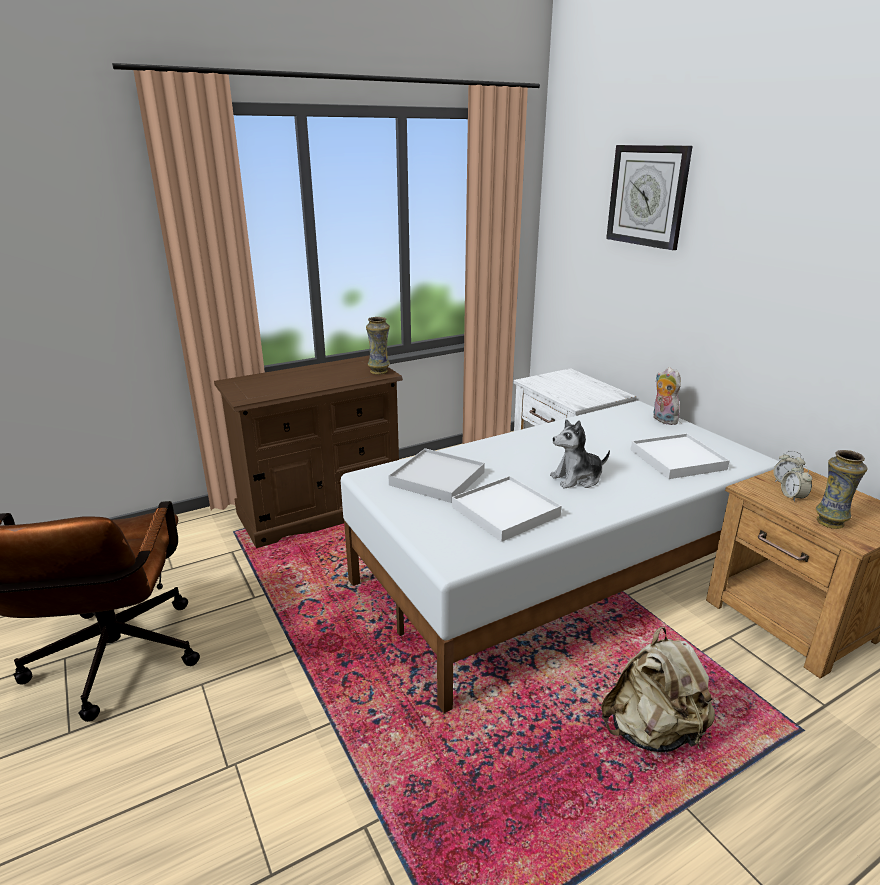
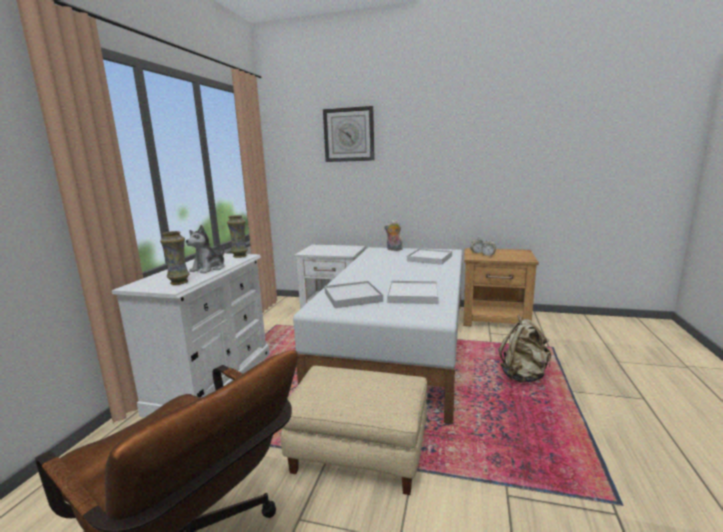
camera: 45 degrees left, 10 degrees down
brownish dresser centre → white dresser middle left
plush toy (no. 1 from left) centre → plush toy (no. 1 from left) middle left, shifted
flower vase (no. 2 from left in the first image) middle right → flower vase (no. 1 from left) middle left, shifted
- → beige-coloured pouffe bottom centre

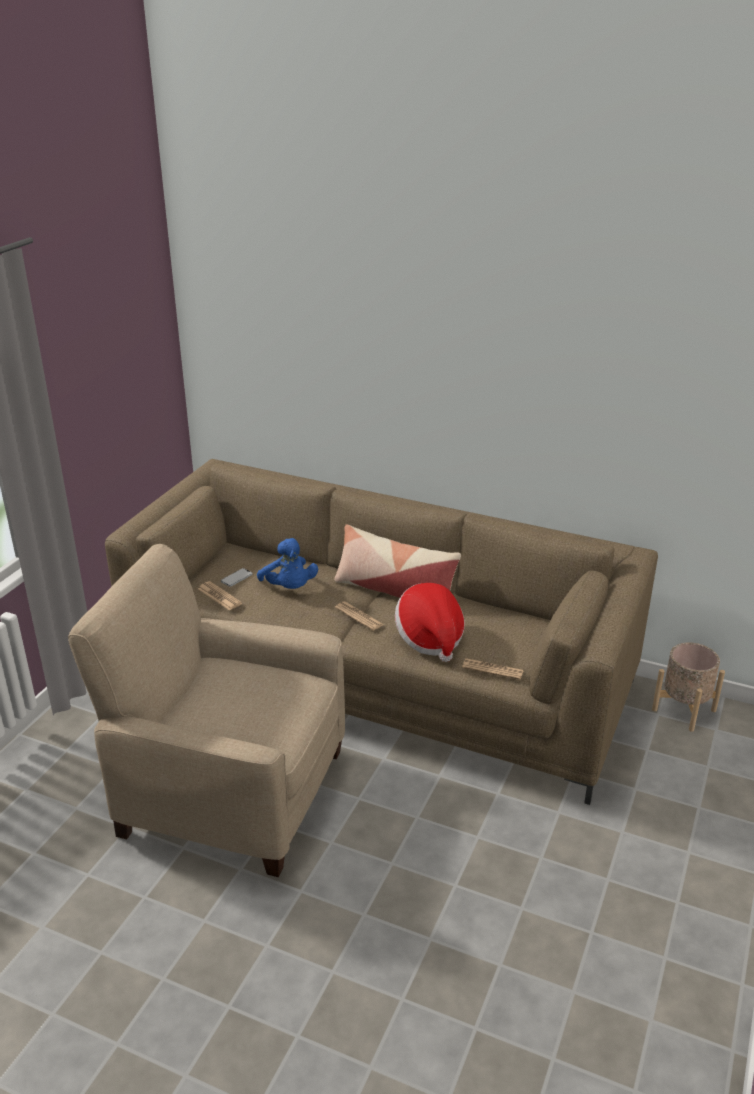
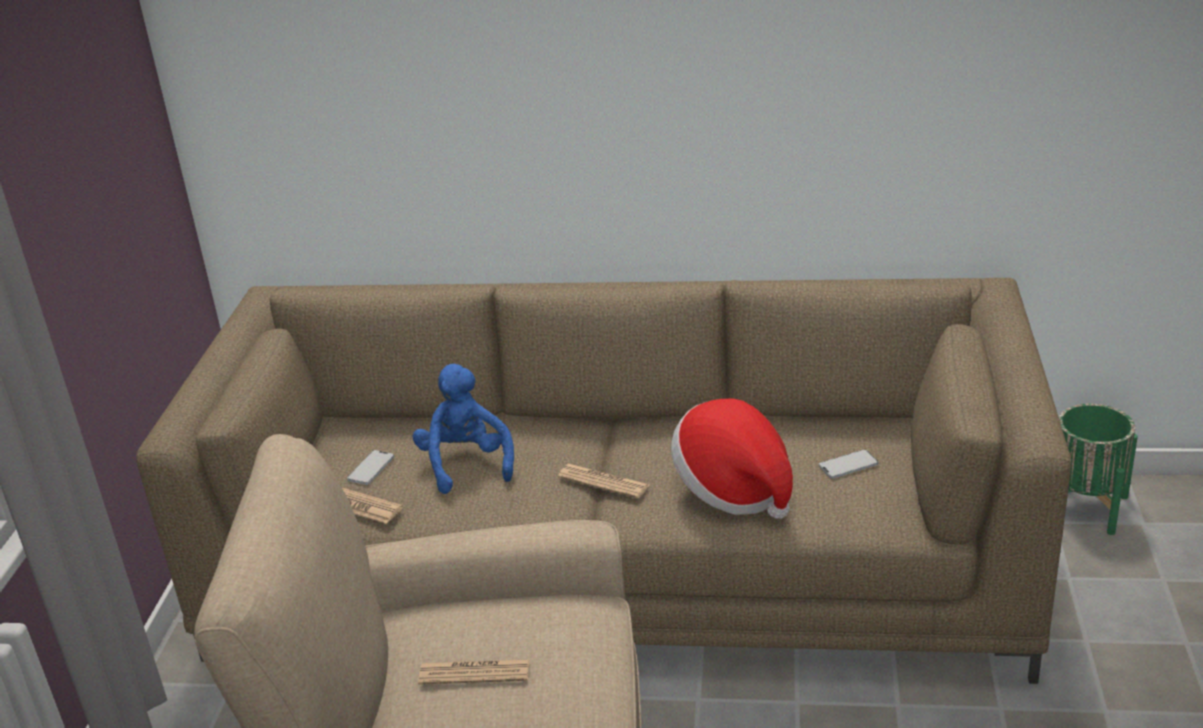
camera: 15 degrees left, 0 degrees up
throw pillow centre → -
blue-coloured plush toy centre, 150 degrees counterclockwise
beige-coloured flower pot middle right → green-coloured flower pot middle right
daily paper (no. 3 from left in the first image) centre → daily paper (no. 2 from left) bottom centre, shifted
- → telephone (no. 2 from left) middle right

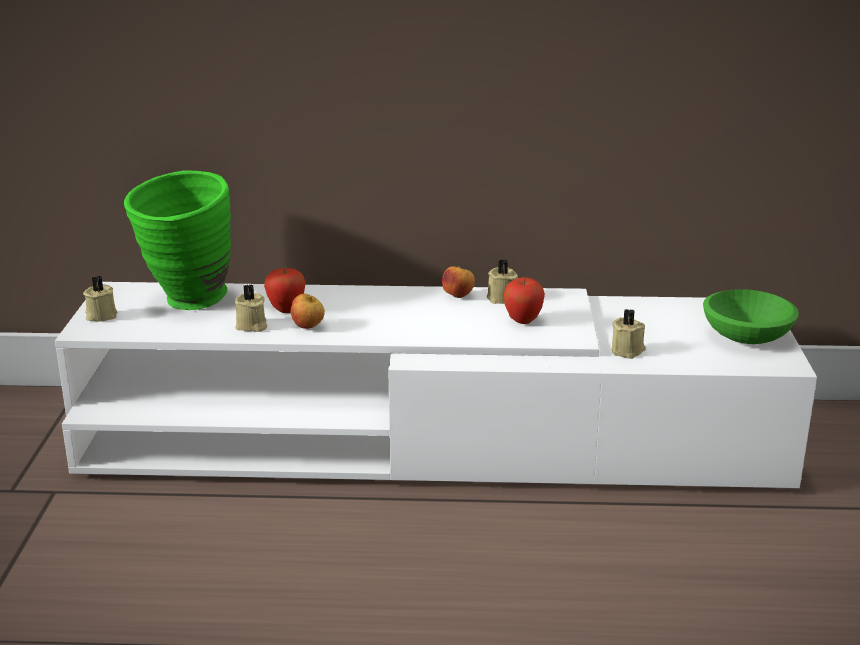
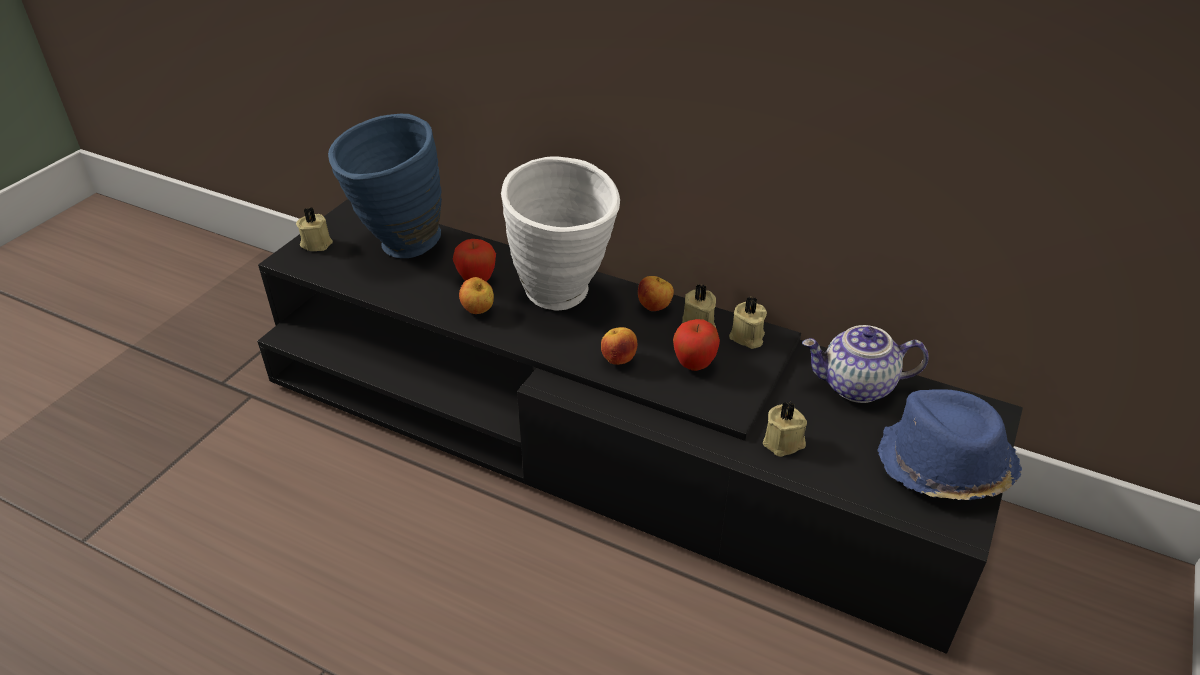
camera: 25 degrees right, 15 degrees up
green-coloured flower vase middle left → blue-coloured flower vase top left
white tv stand centre → black tv stand centre
beige-coloured candle (no. 2 from left in the first image) middle left → beige-coloured candle (no. 3 from left) centre, shifted
green-coloured serving bowl middle right → blue-coloured clothing hat middle right
- → white flower vase centre
- → tea pot middle right
- → whole apple (no. 3 from left) centre

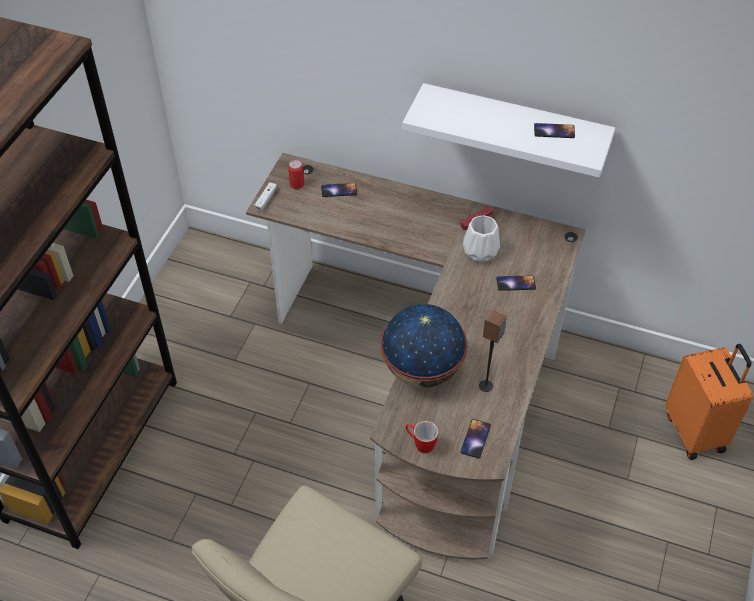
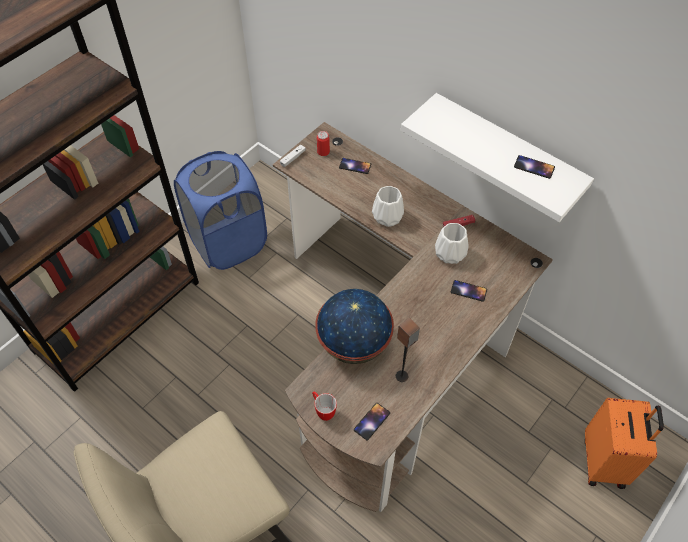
camera: 20 degrees right, 5 degrees up
- → blue-coloured hamper middle left
- → white flower vase (no. 1 from left) centre

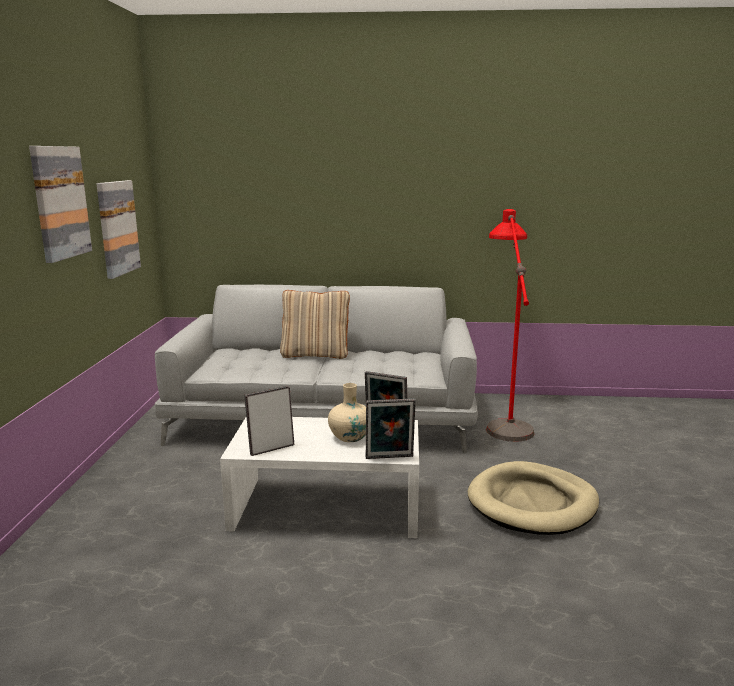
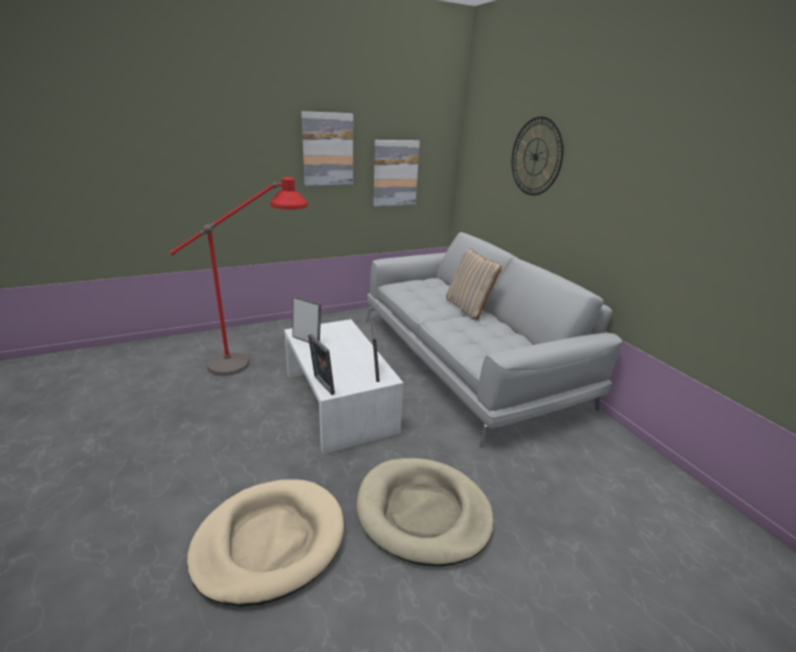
camera: 60 degrees right, 10 degrees up
red standing lamp middle right → red standing lamp middle left, shifted
beige-coloured flower vase centre → -
- → hanging clock top right
- → beige-coloured dog bed (no. 1 from left) bottom left

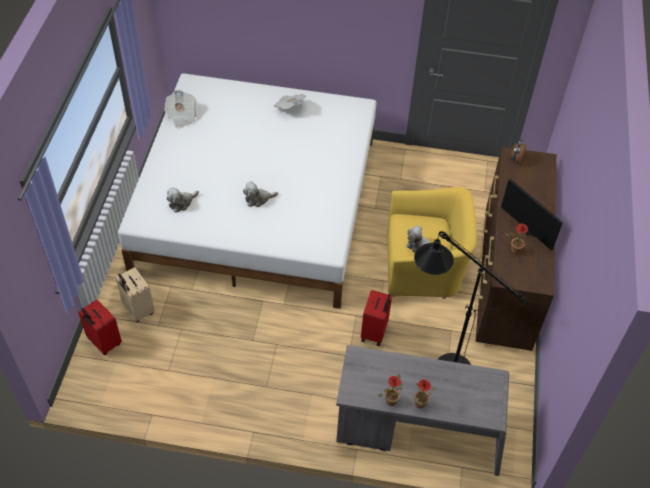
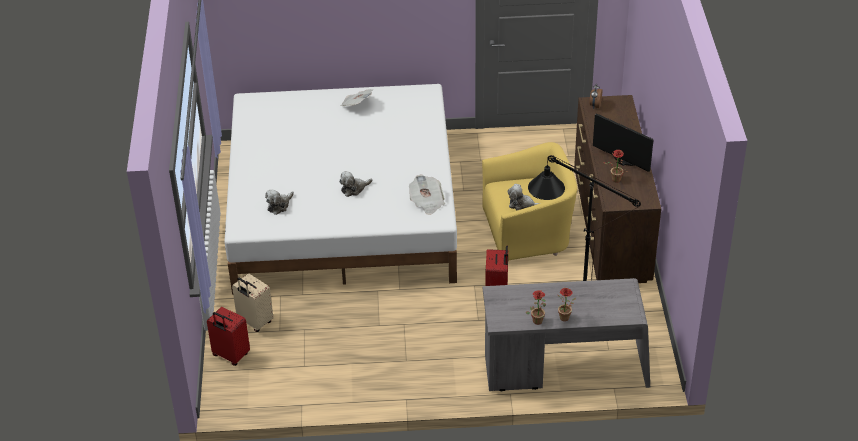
camera: 10 degrees left, 10 degrees down
daily paper (no. 1 from left in the first image) top left → daily paper (no. 2 from left) centre, shifted

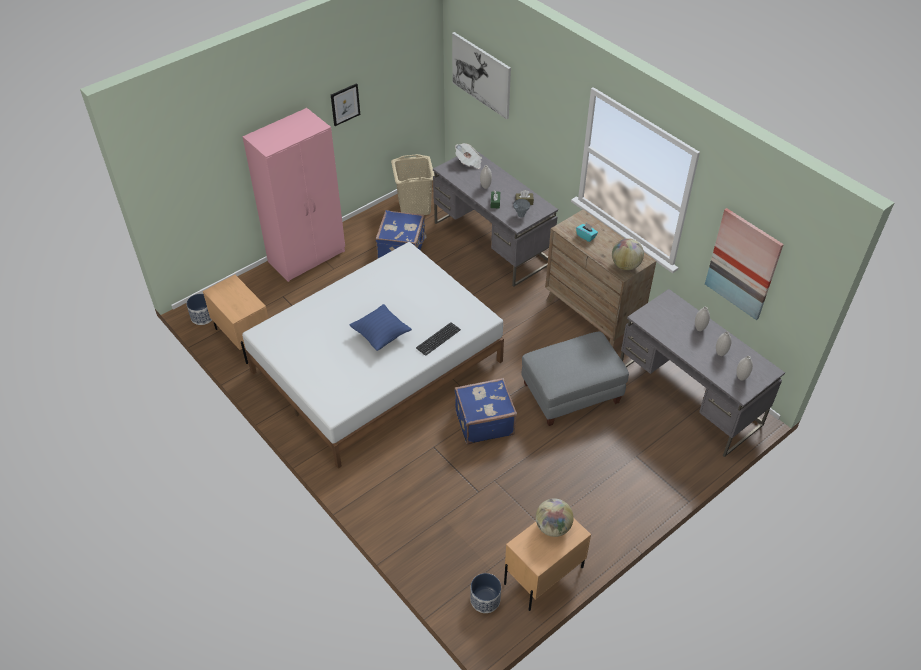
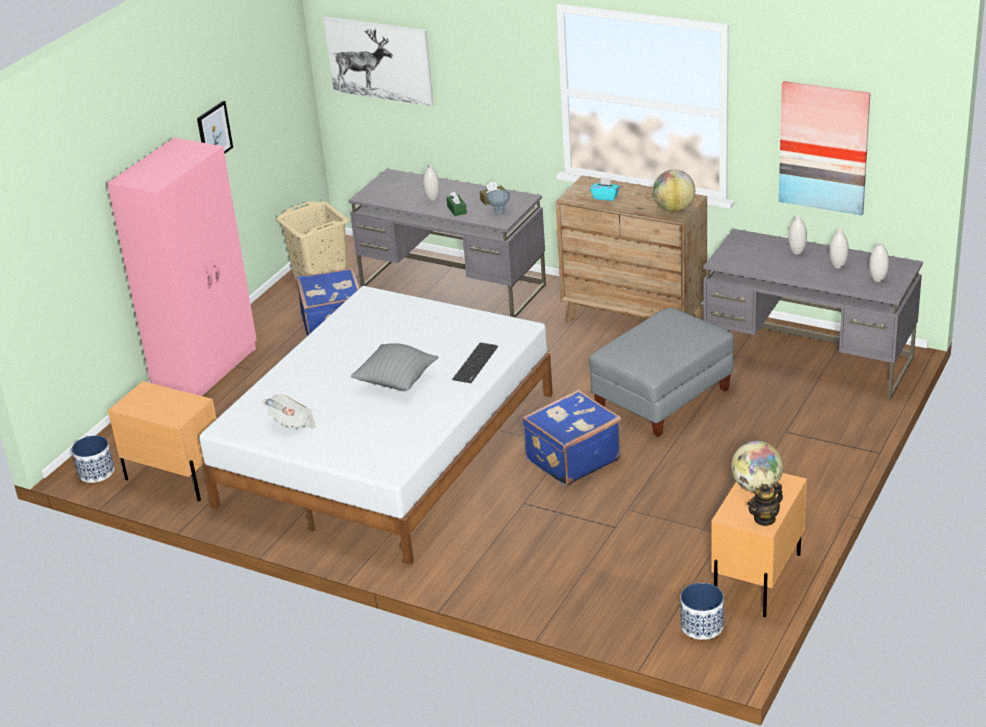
camera: 20 degrees left, 15 degrees down
daily paper top centre → daily paper middle left, shifted
blue-coloured throw pillow centre → gray throw pillow centre
- → tea pot bottom right

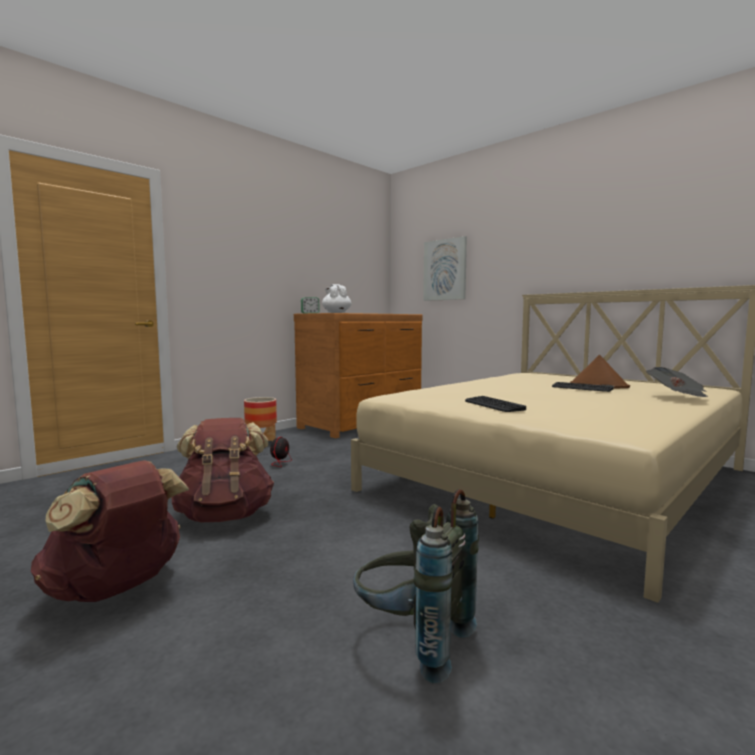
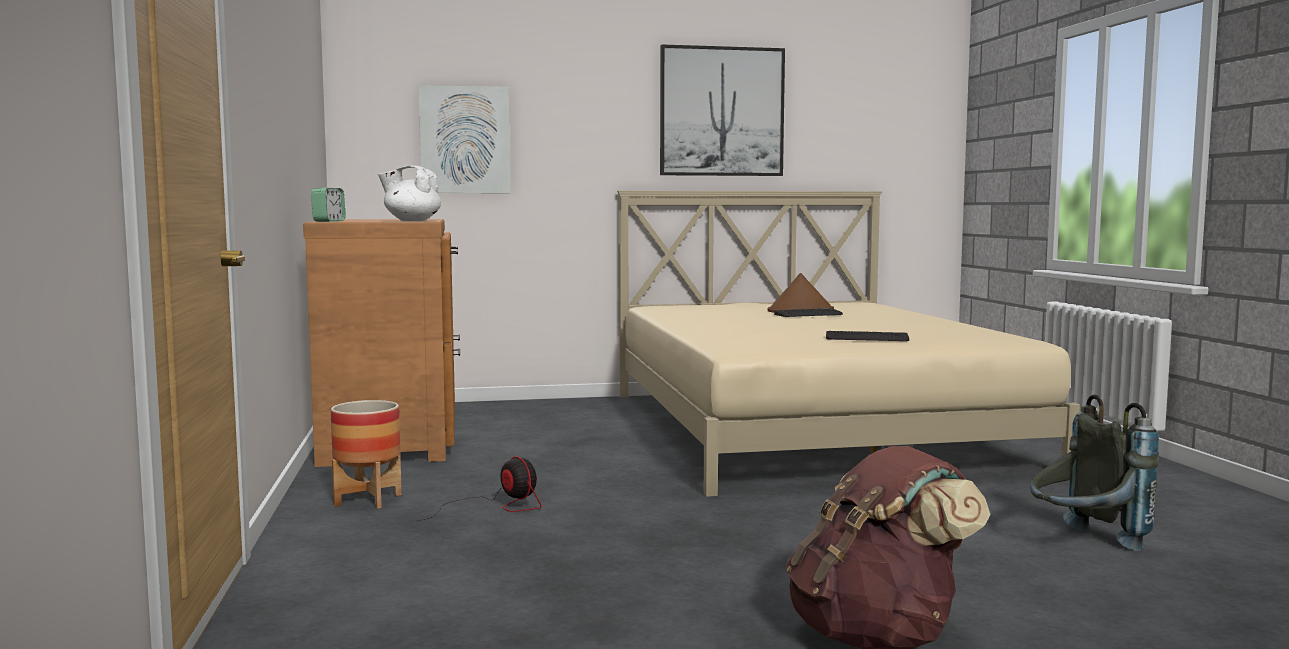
camera: 55 degrees left, 0 degrees up
daily paper middle right → -
brownish rucksack (no. 2 from left) middle left → -
- → wall art (no. 2 from left) top centre

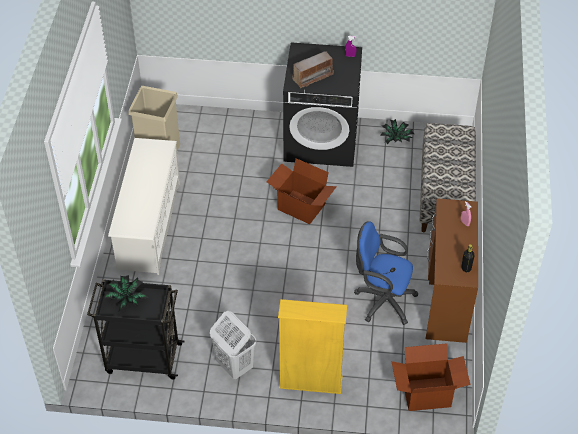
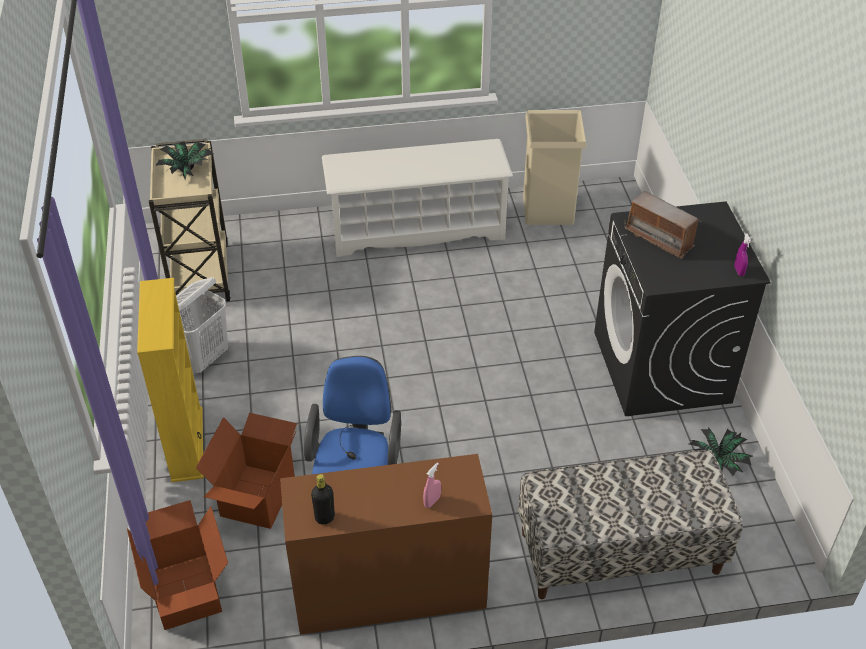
camera: 75 degrees right, 5 degrees down
packing box (no. 1 from left in the first image) centre → packing box (no. 2 from left) bottom left, shifted
black trolley bottom left → beige-coloured trolley middle left

